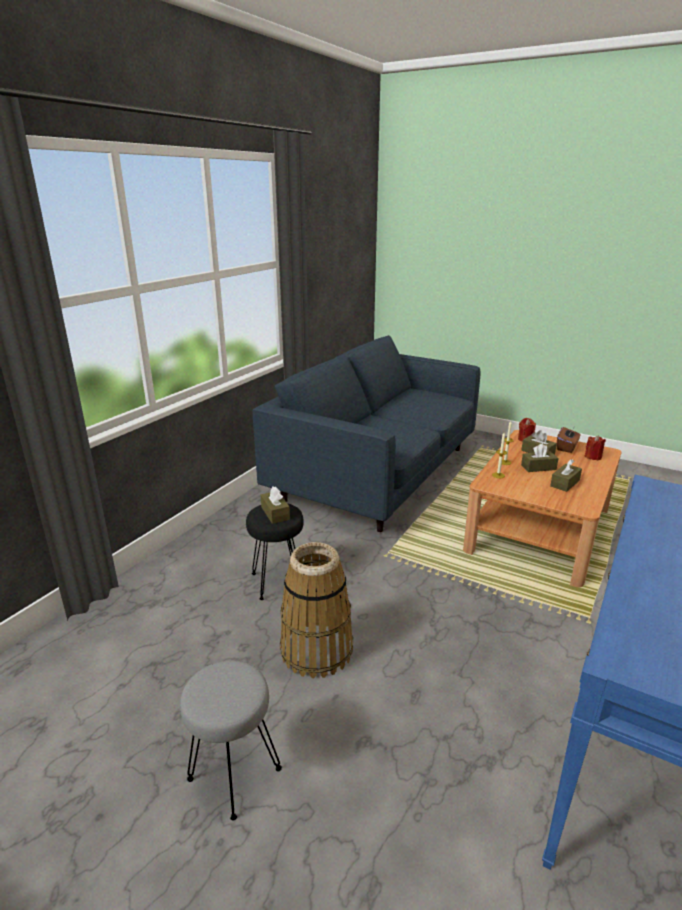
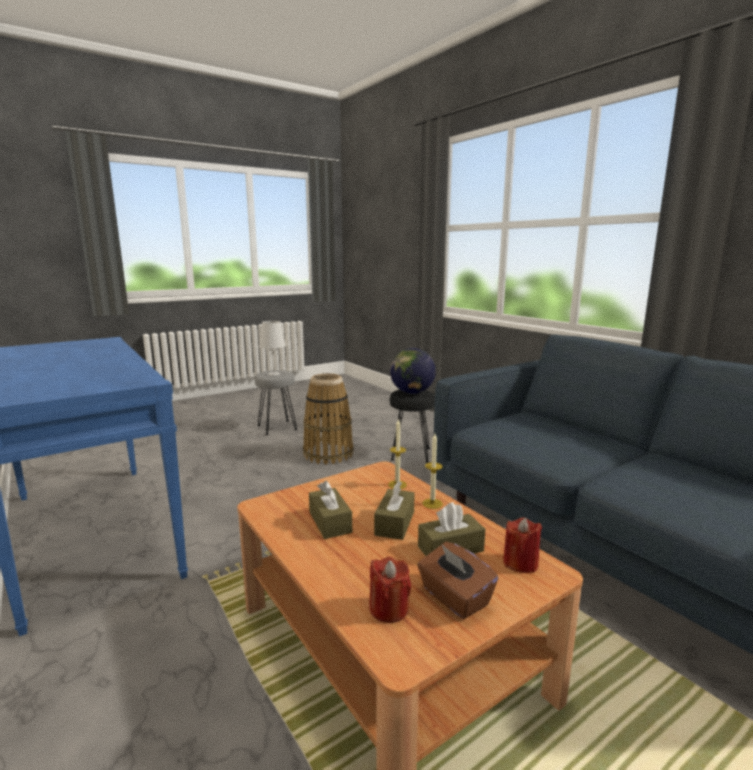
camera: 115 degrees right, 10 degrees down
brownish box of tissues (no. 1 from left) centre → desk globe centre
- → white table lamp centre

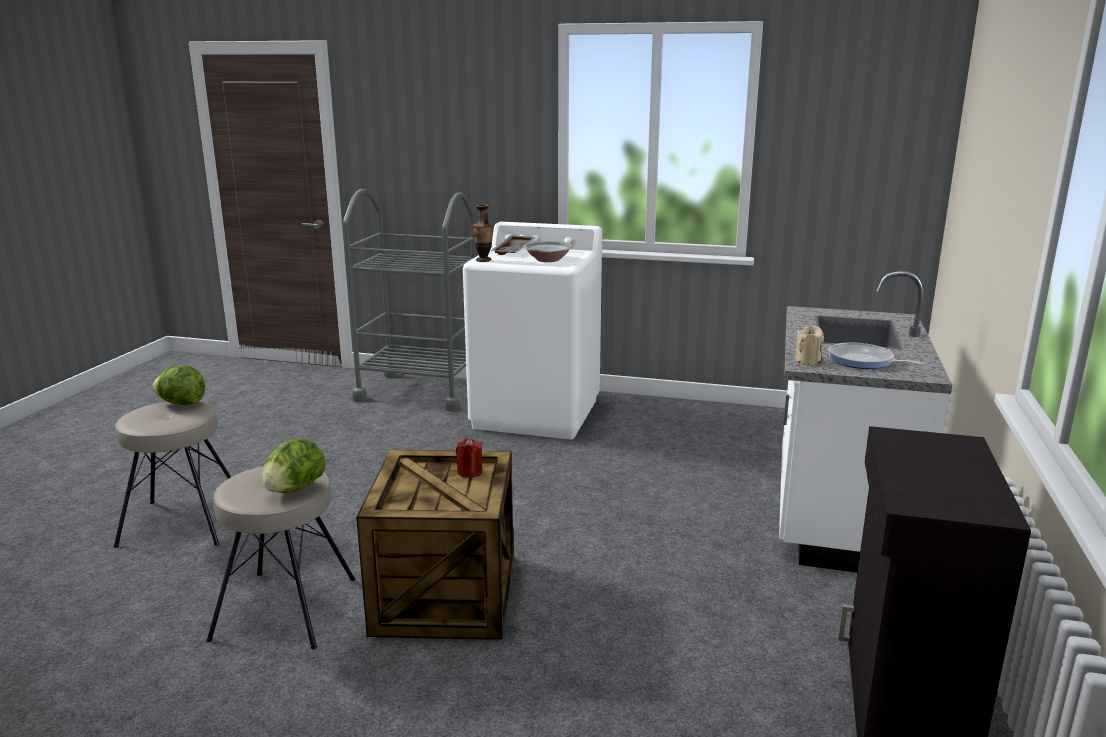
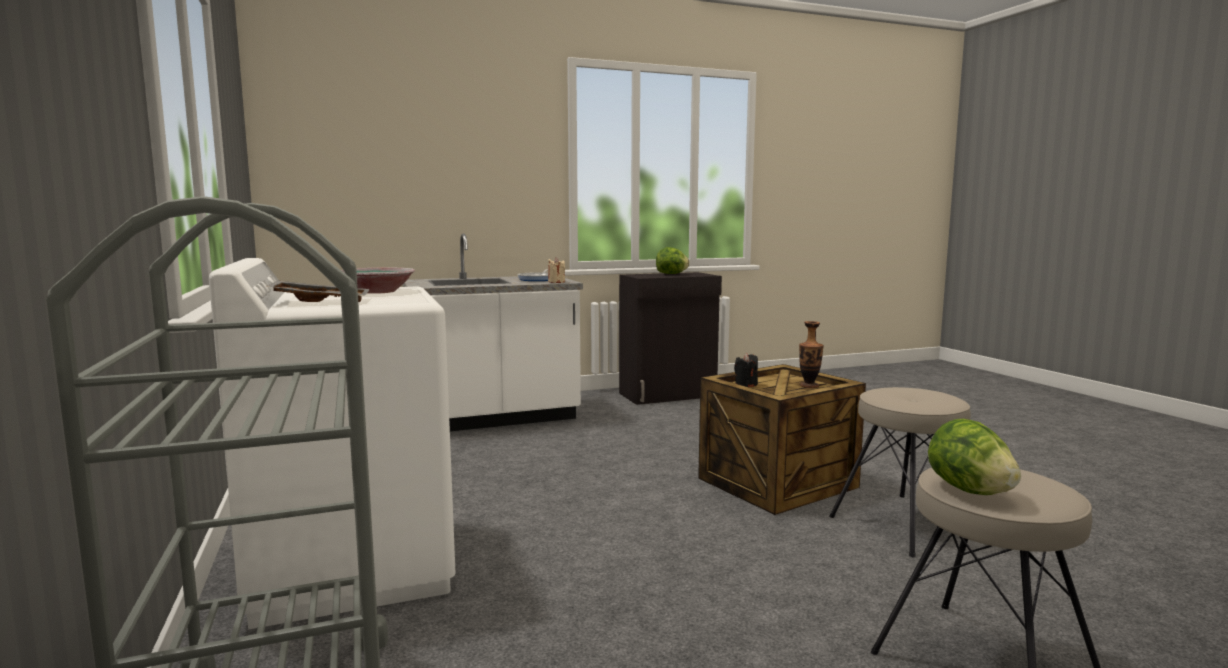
camera: 125 degrees left, 10 degrees down
flower vase top centre → flower vase centre, shifted
red candle centre → black candle centre
lettuce head (no. 2 from left in the first image) middle left → lettuce head (no. 1 from left) centre, shifted

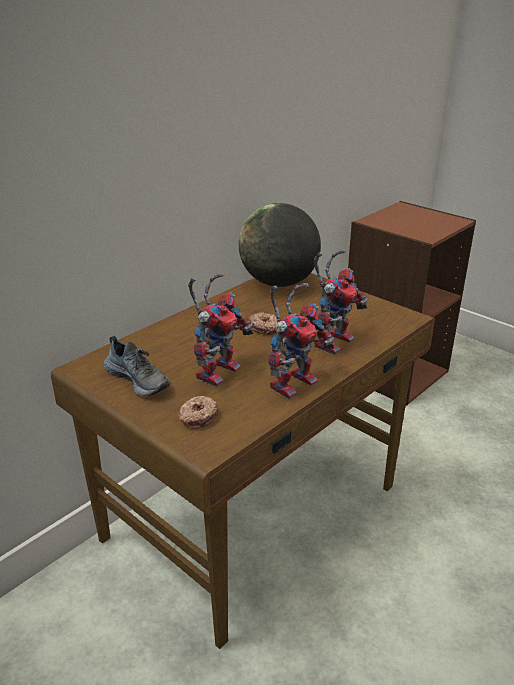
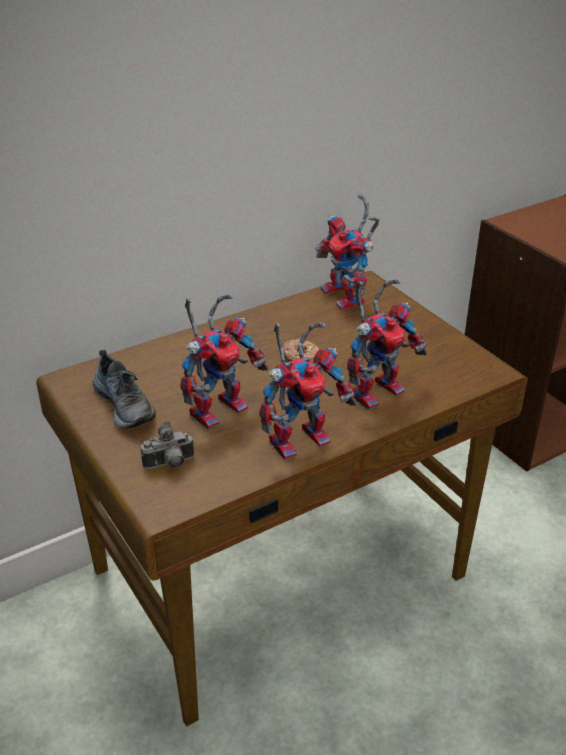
camera: 15 degrees right, 5 degrees up
desk globe centre → toy robot (no. 3 from left) top centre
donut (no. 1 from left) centre → photo camera middle left

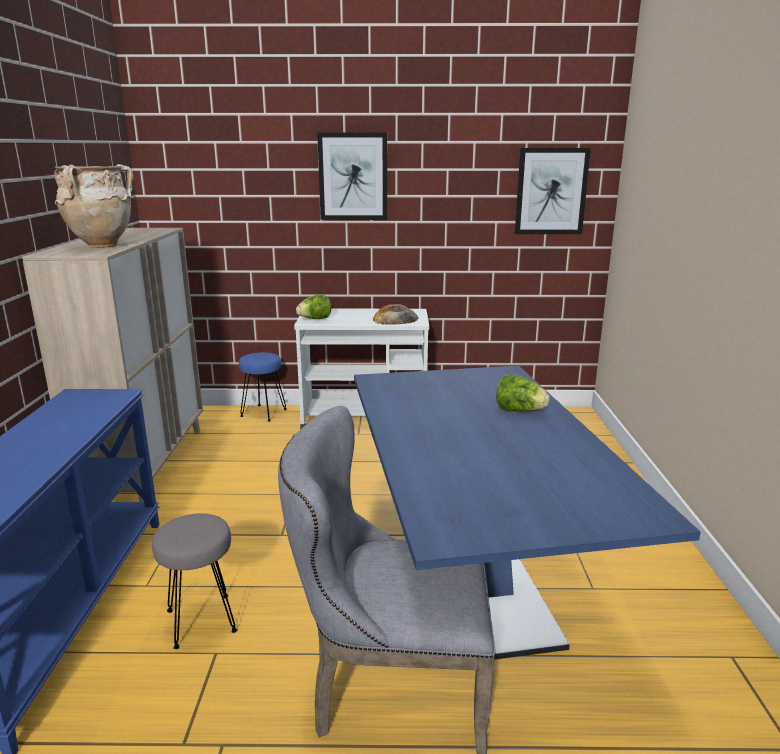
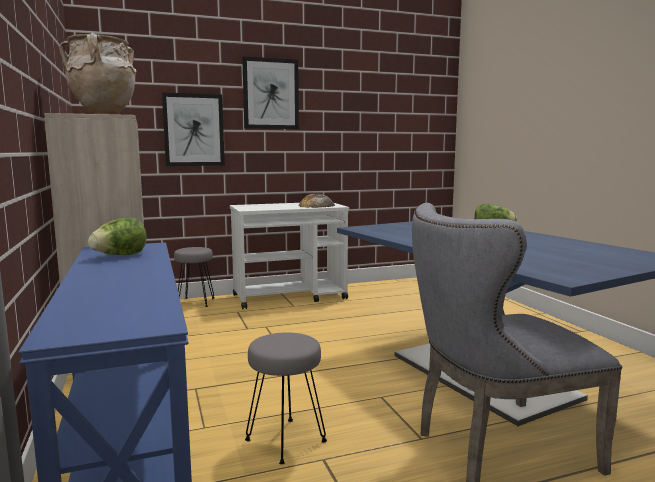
camera: 20 degrees left, 10 degrees down
wall art (no. 2 from left in the first image) top right → wall art (no. 1 from left) top left, shifted
lettuce head (no. 1 from left) centre → lettuce head (no. 1 from left) middle left, shifted
blue-coloured sitting stool centre → gray sitting stool (no. 1 from left) middle left

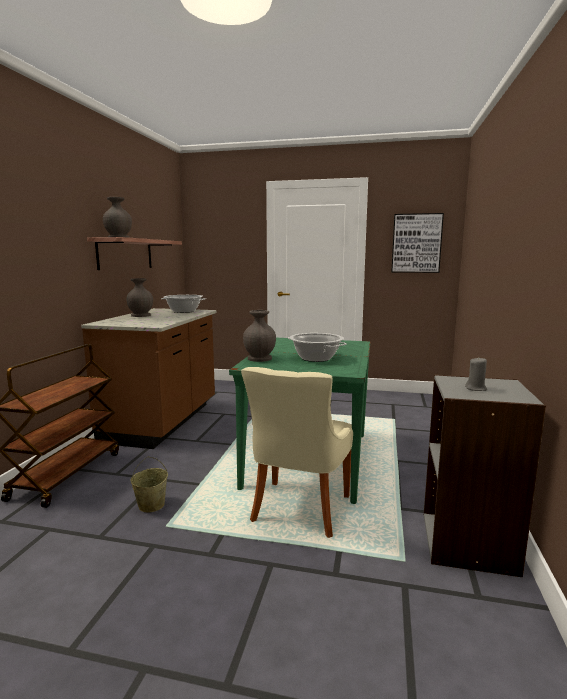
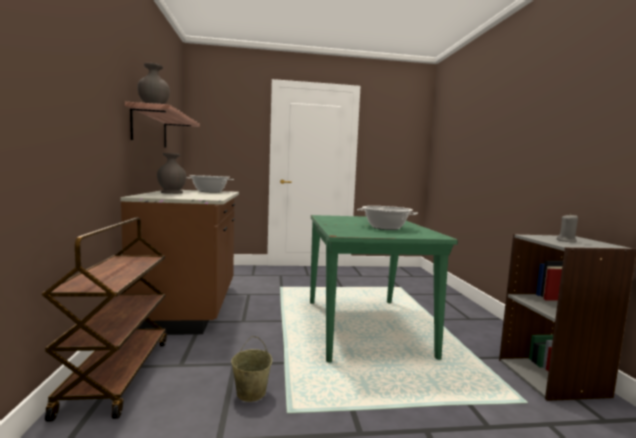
camera: 20 degrees left, 5 degrees down
wall art middle right → -
gray flower vase (no. 3 from left) centre → -
beige-coloured chair centre → -

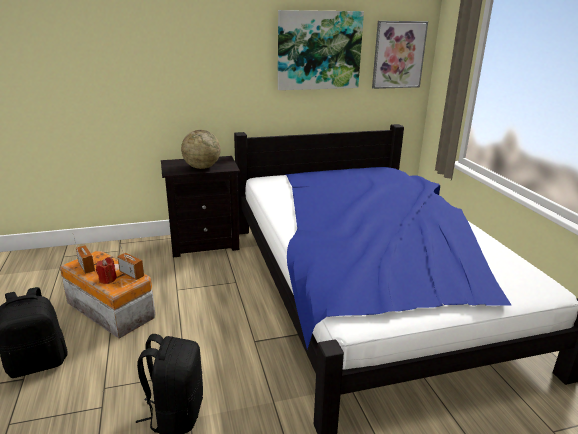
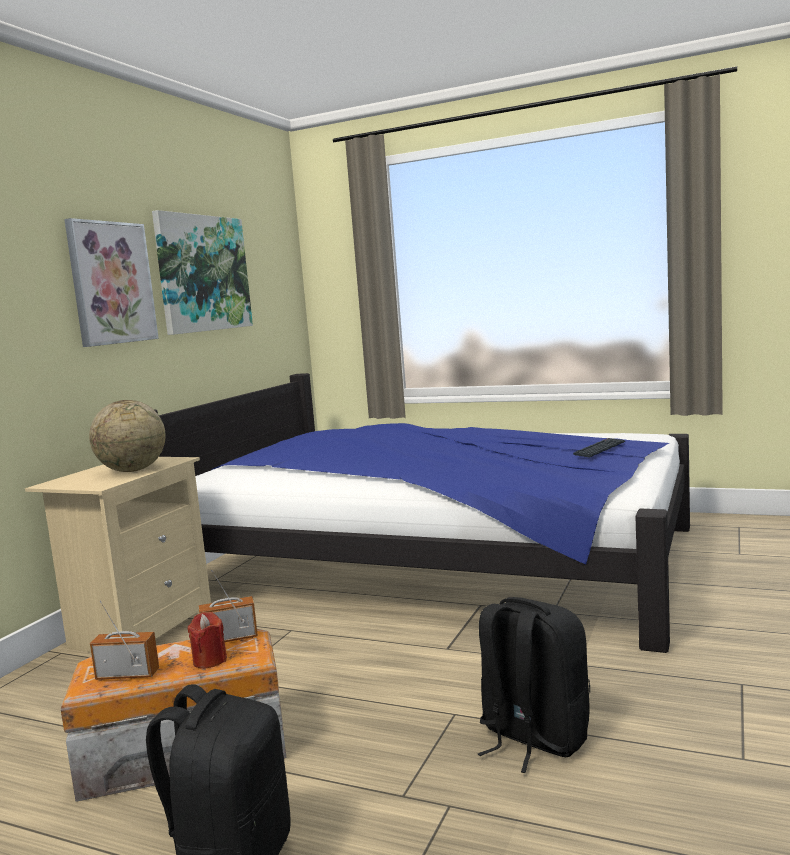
camera: 50 degrees left, 15 degrees down
wall art (no. 2 from left in the first image) top right → wall art (no. 1 from left) top left, shifted
black nightstand centre → beige-coloured nightstand middle left
- → computer keyboard middle right

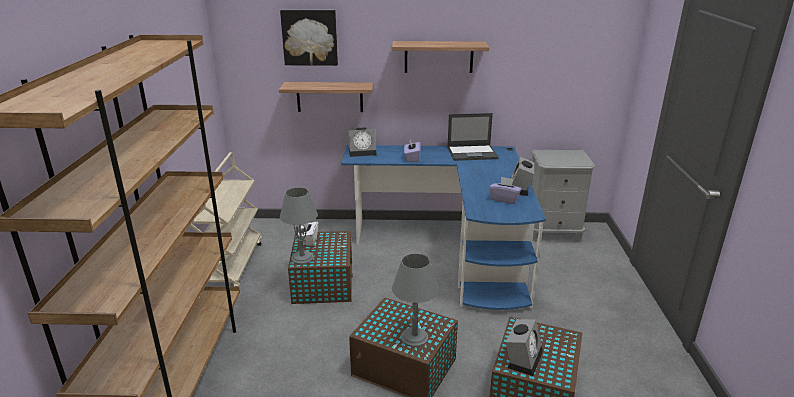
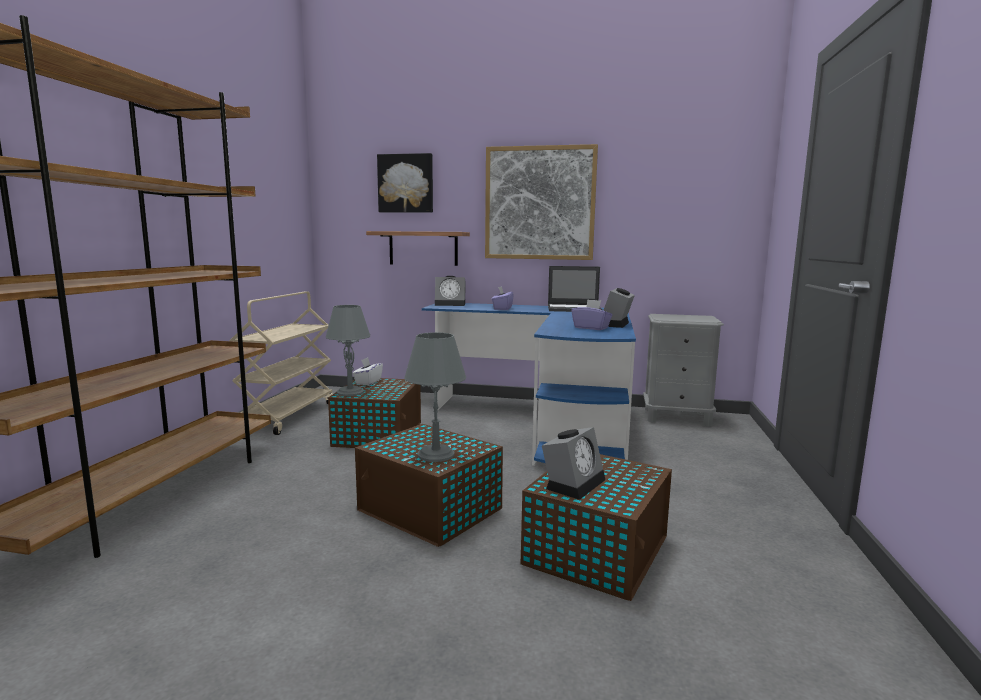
camera: 10 degrees right, 15 degrees down
bracket shelf (no. 2 from left) top centre → wall art (no. 2 from left) top centre

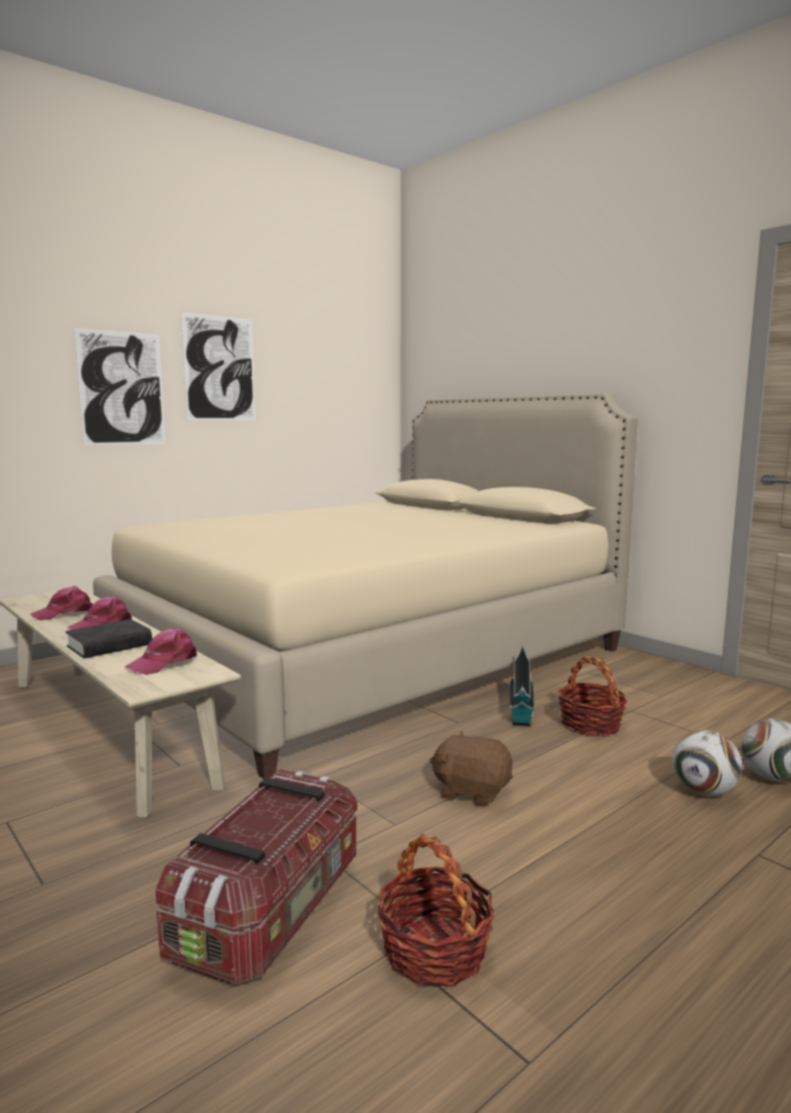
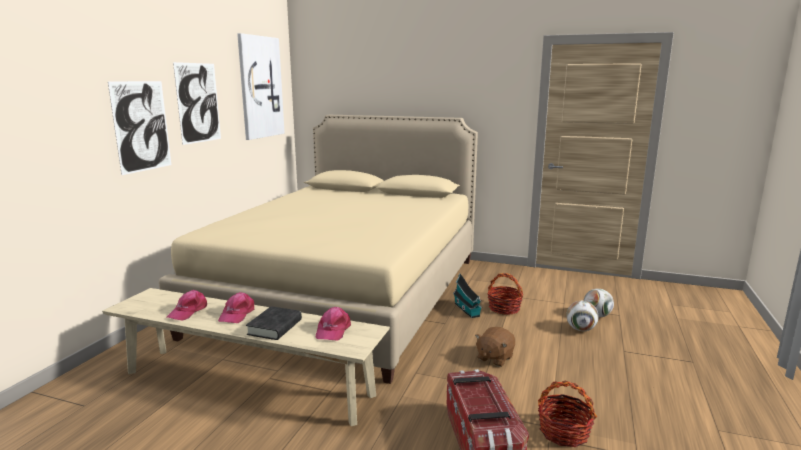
camera: 30 degrees left, 5 degrees up
brownish plush toy bottom centre, 45 degrees counterclockwise
- → wall art (no. 3 from left) top left

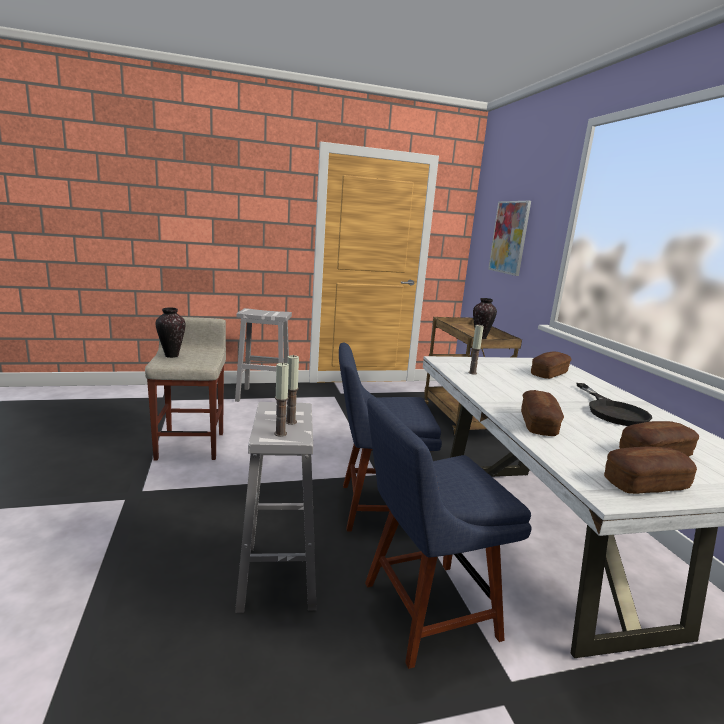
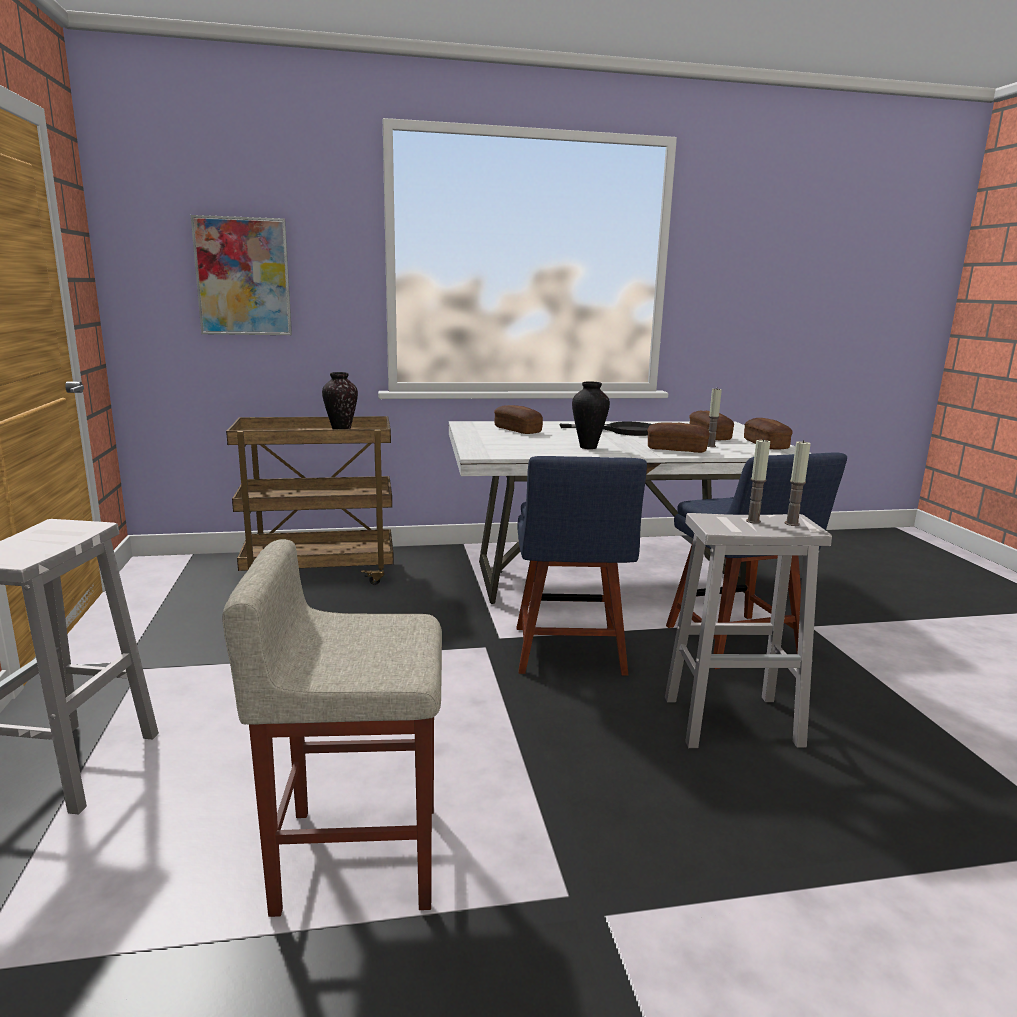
camera: 85 degrees left, 0 degrees up
flower vase (no. 1 from left in the first image) middle left → flower vase (no. 2 from left) centre, shifted
candle (no. 3 from left in the first image) centre → candle (no. 1 from left) middle right, shifted

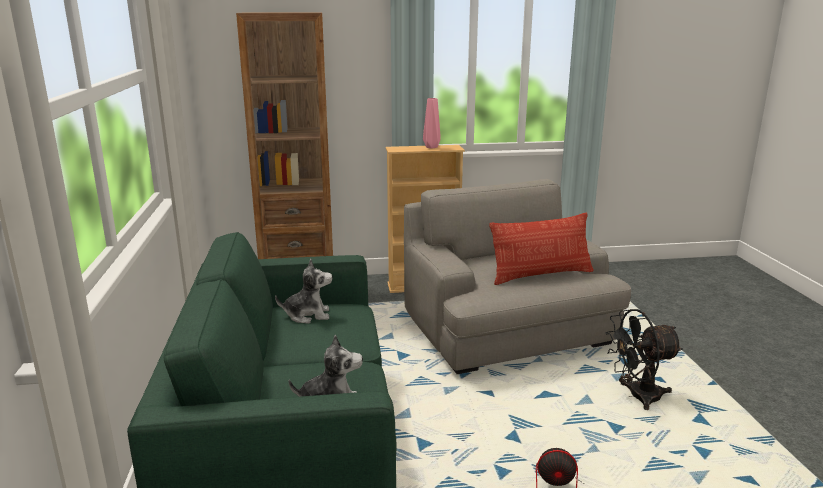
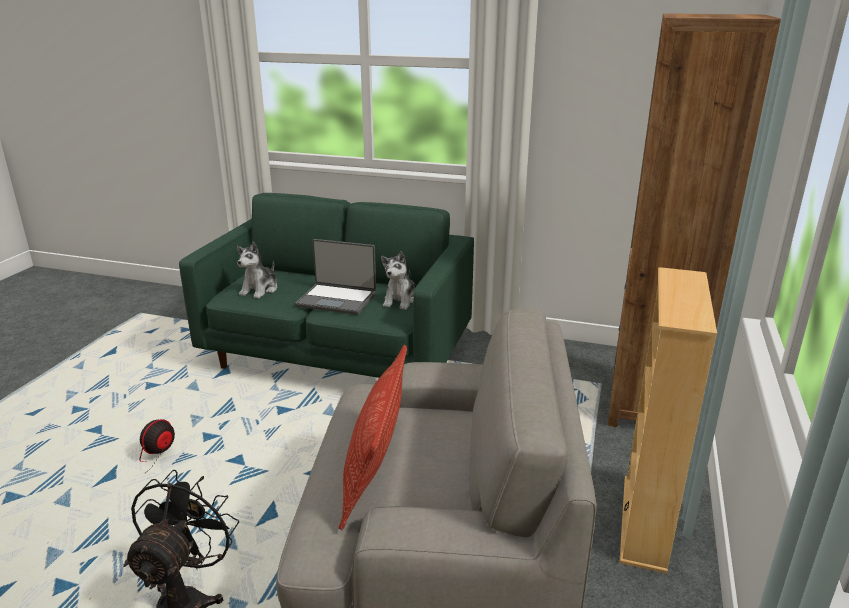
camera: 115 degrees right, 5 degrees up
pinkish flower vase top centre → -
- → notebook computer centre

